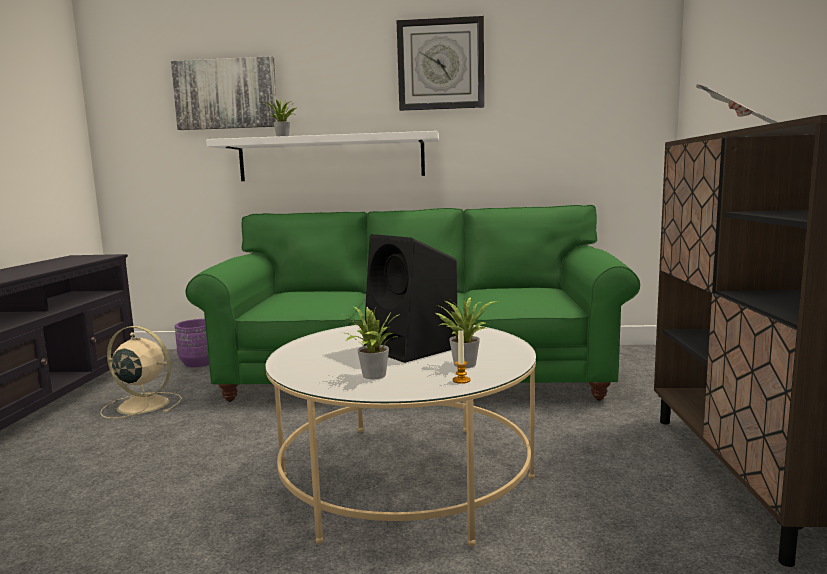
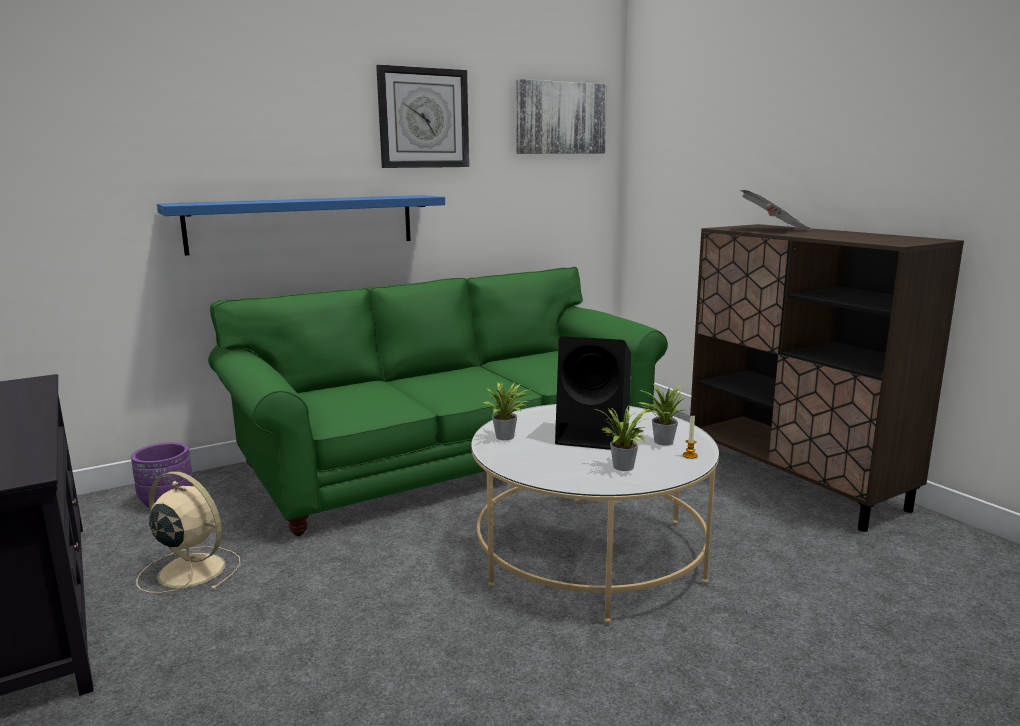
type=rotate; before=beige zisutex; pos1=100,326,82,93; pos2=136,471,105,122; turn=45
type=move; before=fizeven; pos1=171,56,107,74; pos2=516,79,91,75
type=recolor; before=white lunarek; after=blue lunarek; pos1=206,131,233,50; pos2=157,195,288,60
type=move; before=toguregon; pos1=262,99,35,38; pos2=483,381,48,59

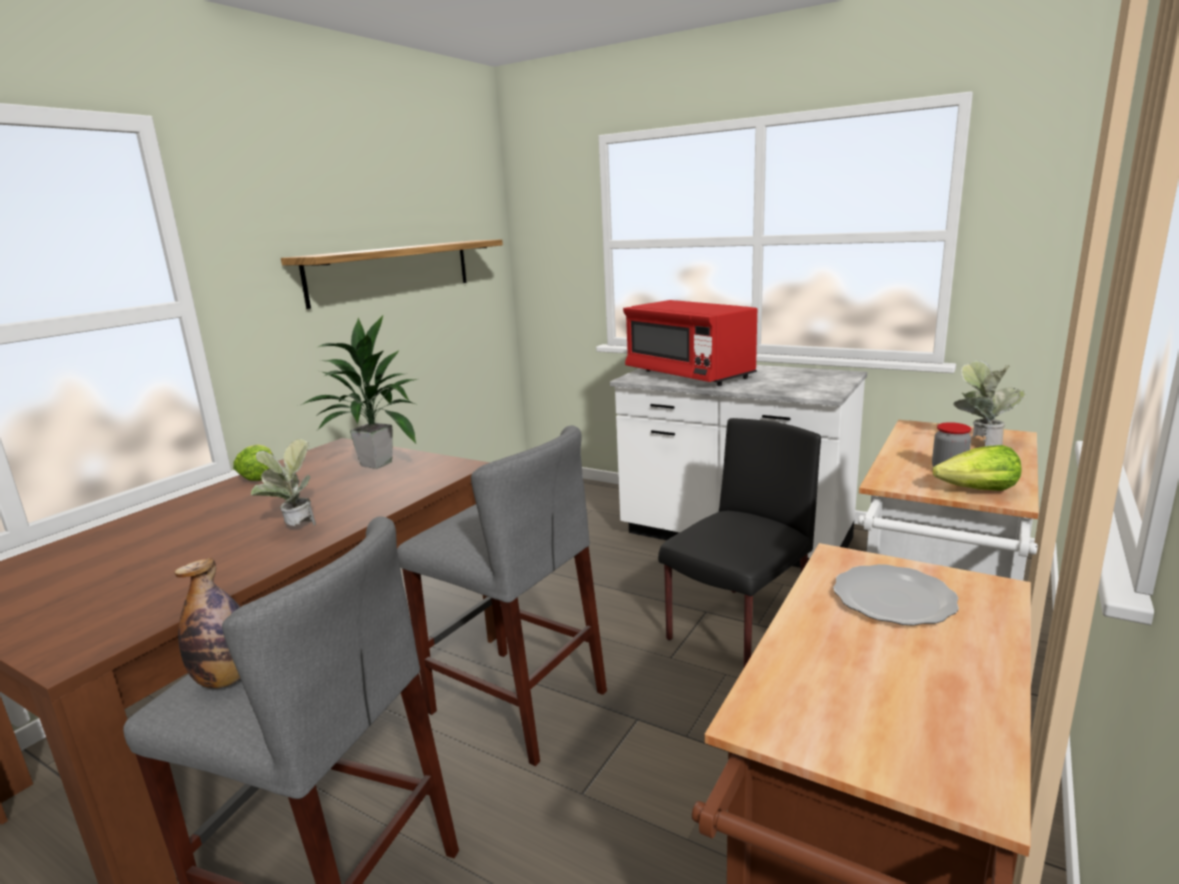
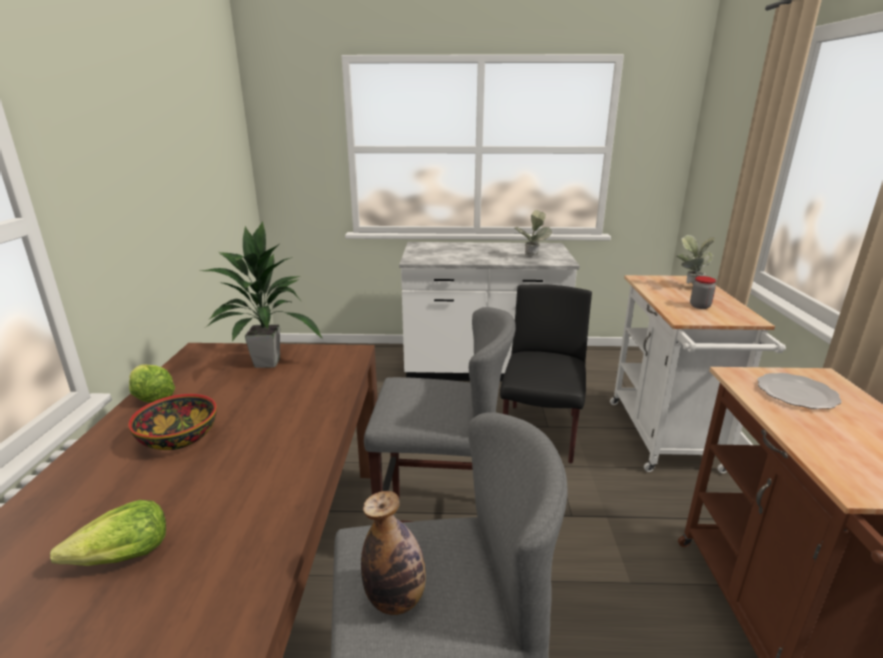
type=move; before=toguregon; pos1=251,439,65,87; pos2=515,210,37,46
type=delete; before=lunarek; pos1=281,239,222,70
type=delete; before=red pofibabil; pos1=623,300,134,86
type=move; before=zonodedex; pos1=932,445,89,46; pos2=50,500,116,66
type=insert; after=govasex; pos2=128,394,89,56

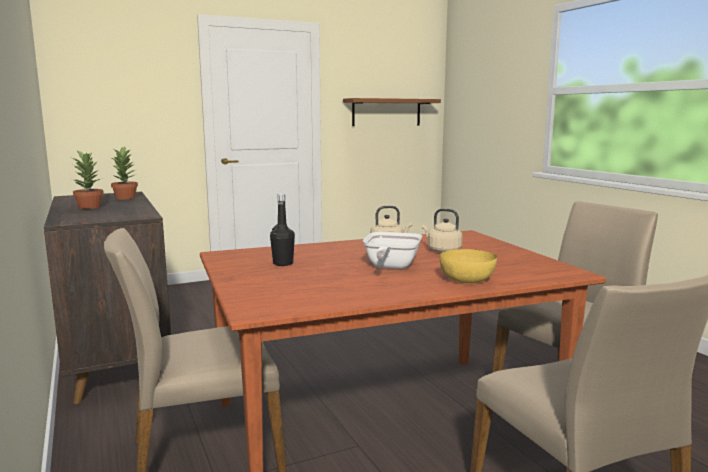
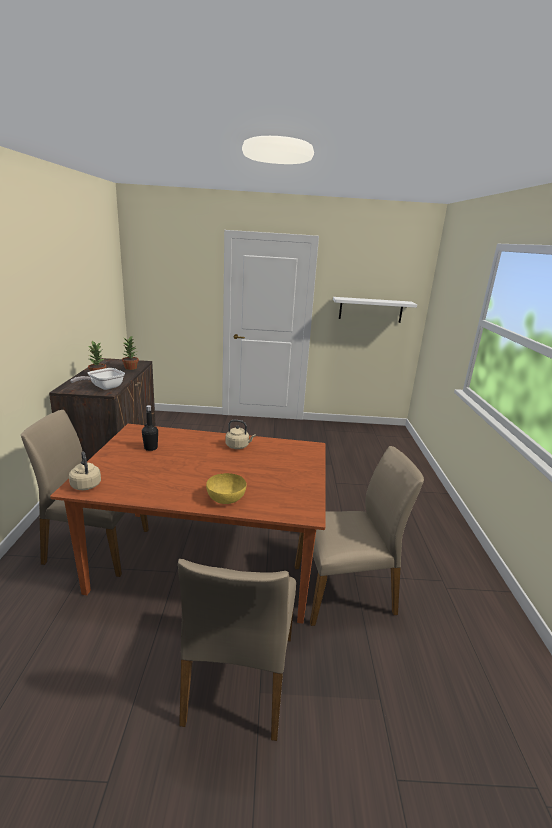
type=recolor; before=brown lunarek; after=white lunarek; pos1=343,98,98,28; pos2=333,297,84,26
type=move; before=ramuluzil; pos1=363,232,59,37; pos2=71,368,54,22
type=move; before=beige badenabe; pos1=422,209,41,44; pos2=69,451,32,39

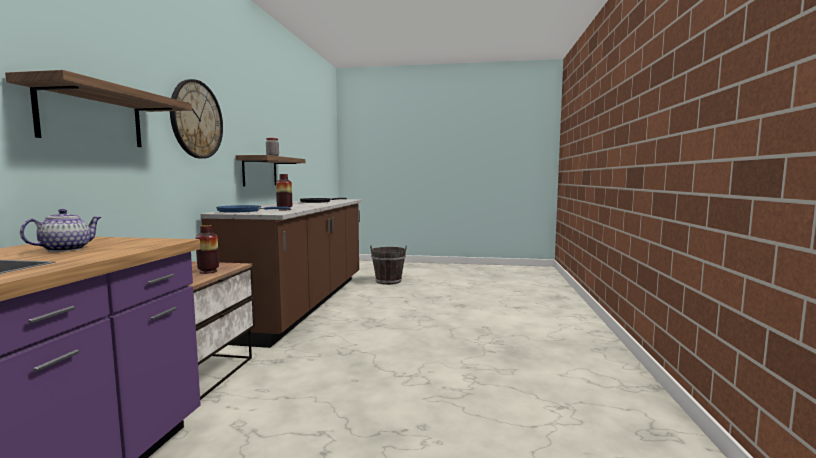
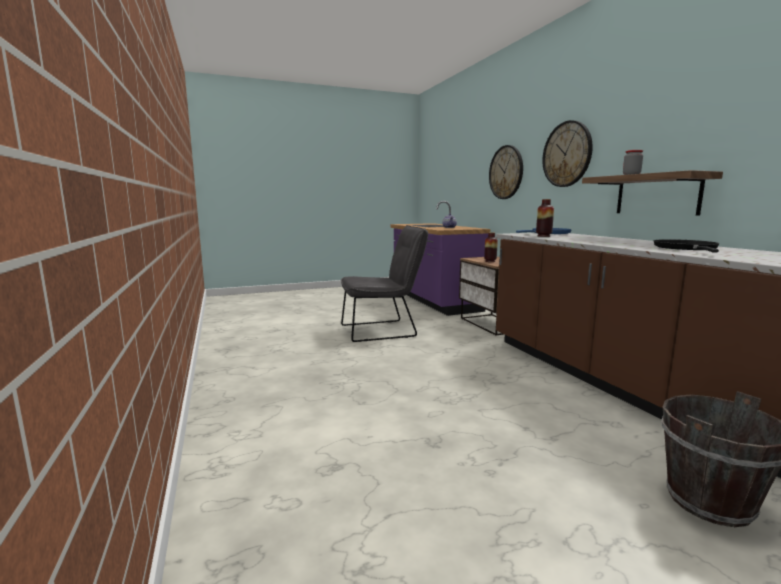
type=replace; before=lunarek; after=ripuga; pos1=5,70,187,77; pos2=489,145,34,54
type=insert; after=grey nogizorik; pos2=341,225,87,117

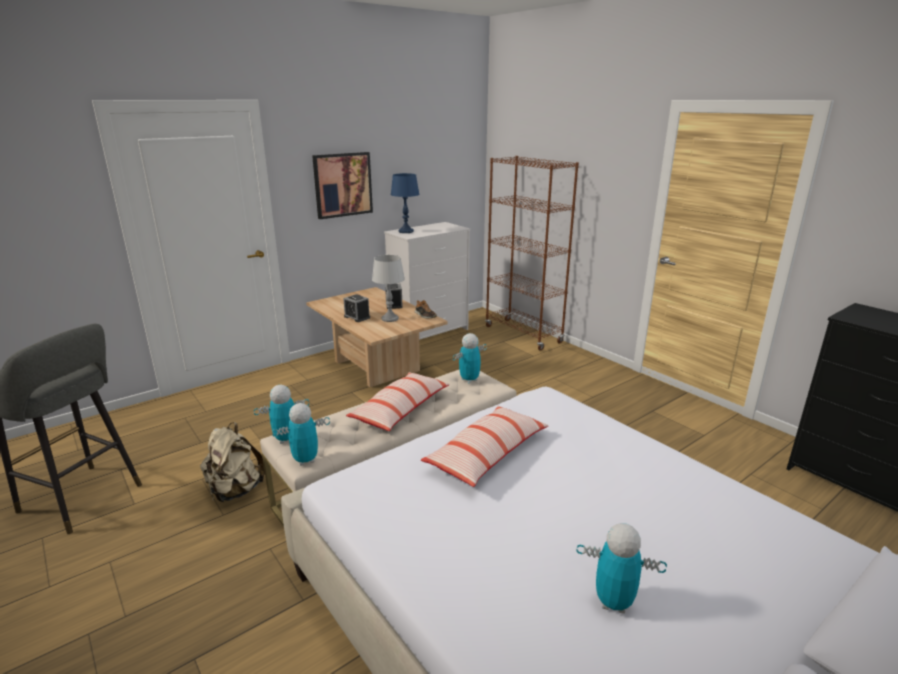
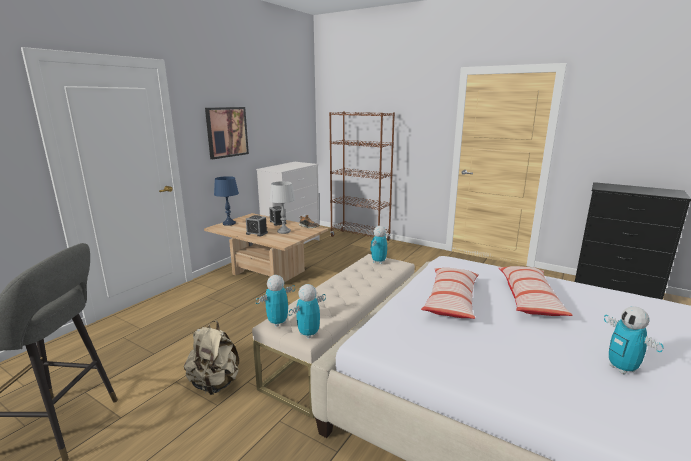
type=move; before=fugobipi; pos1=346,372,104,59; pos2=498,266,75,50
type=move; before=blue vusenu; pos1=391,173,29,60; pos2=214,176,25,50
type=rotate; before=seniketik; pos1=577,523,90,91; pos2=604,306,60,69; turn=-105

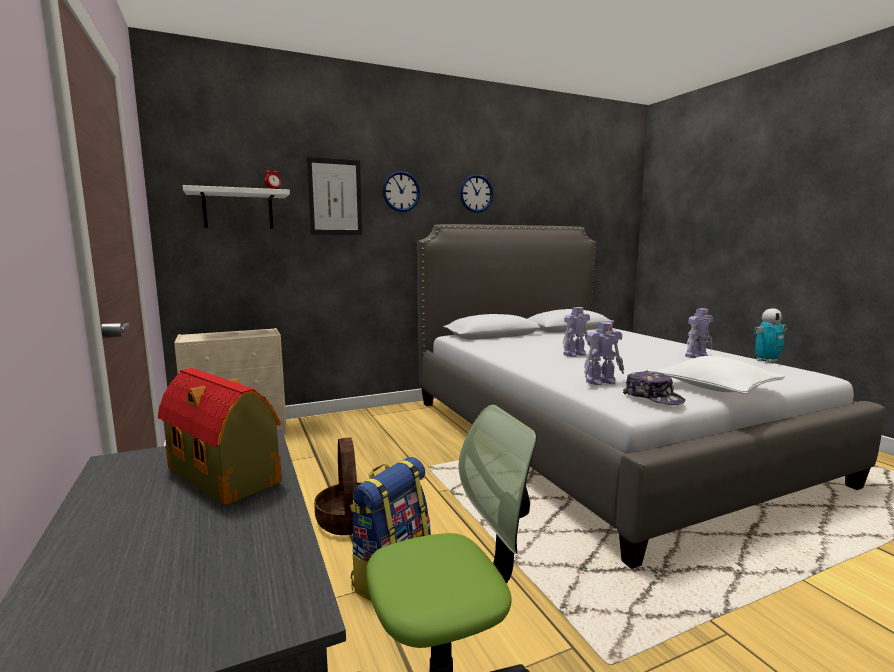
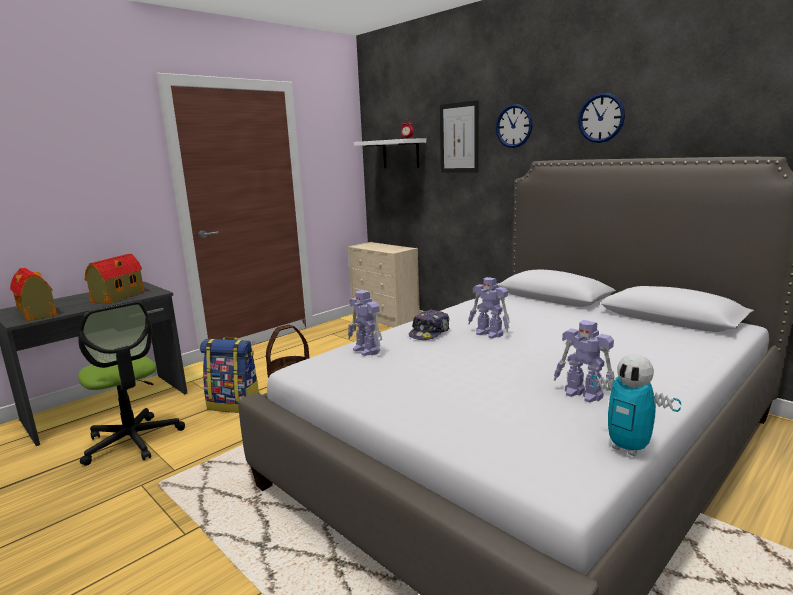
type=move; before=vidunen; pos1=623,371,62,34; pos2=409,309,40,31
type=delete; before=white fugobipi; pos1=654,356,131,38
type=insert; after=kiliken; pos2=10,268,47,53

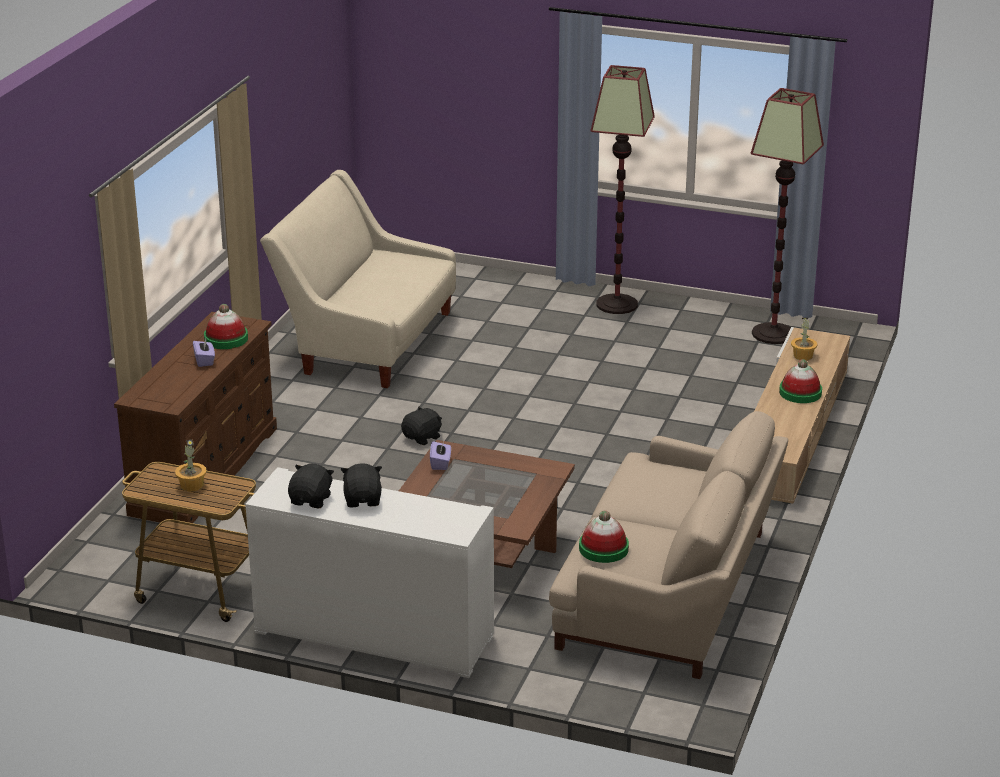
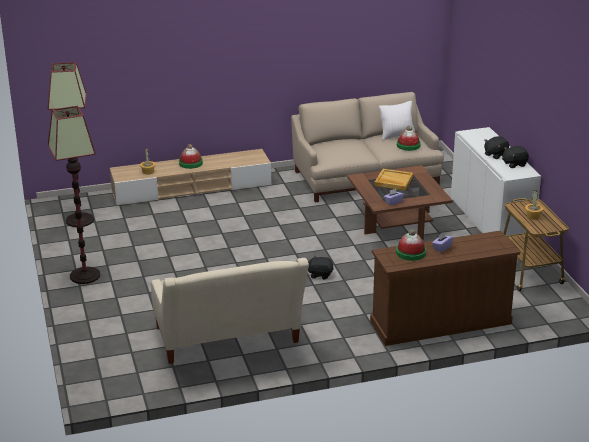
type=insert; after=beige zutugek; pos2=374,169,39,21
type=insert; after=white fugobipi; pos2=379,101,36,39

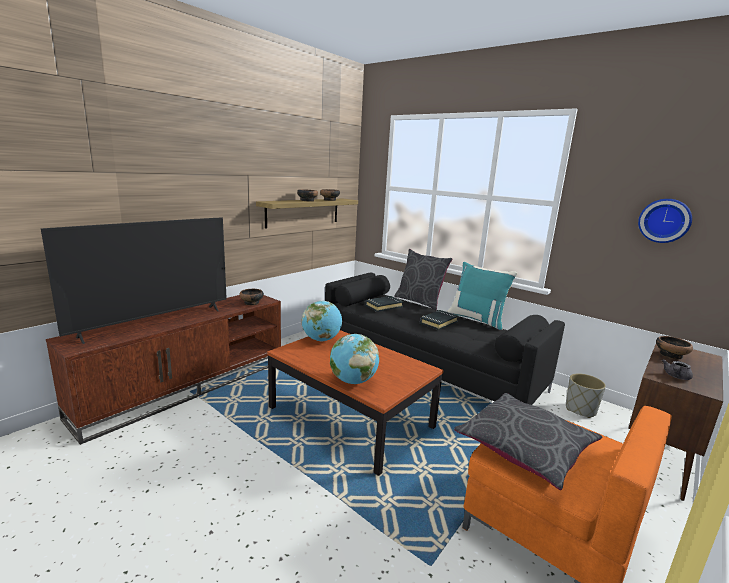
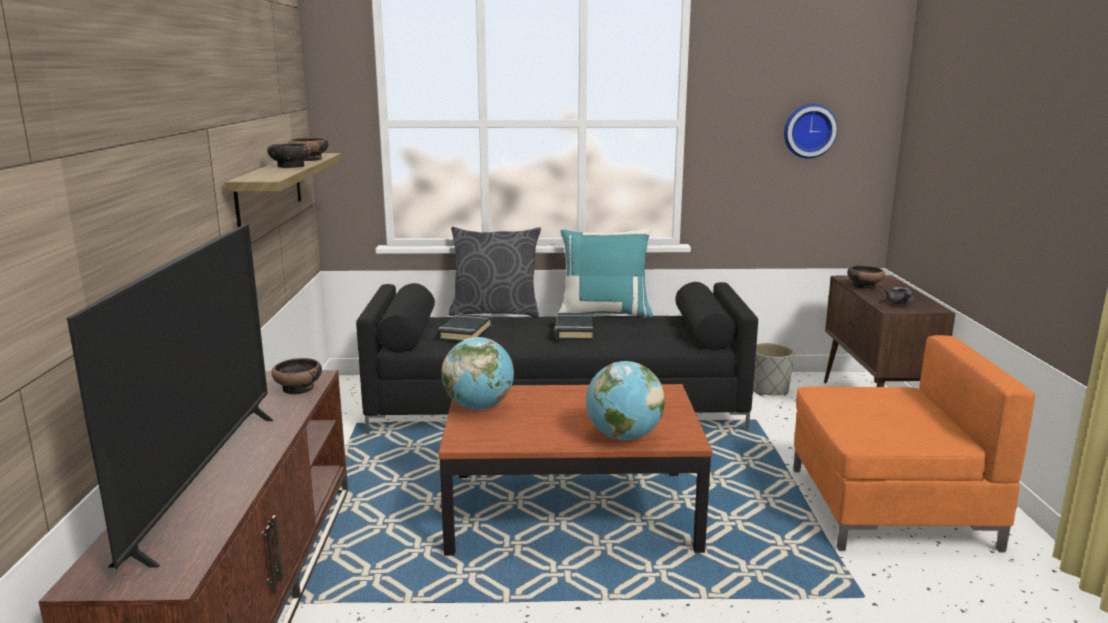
type=delete; before=grey fugobipi; pos1=454,393,148,97

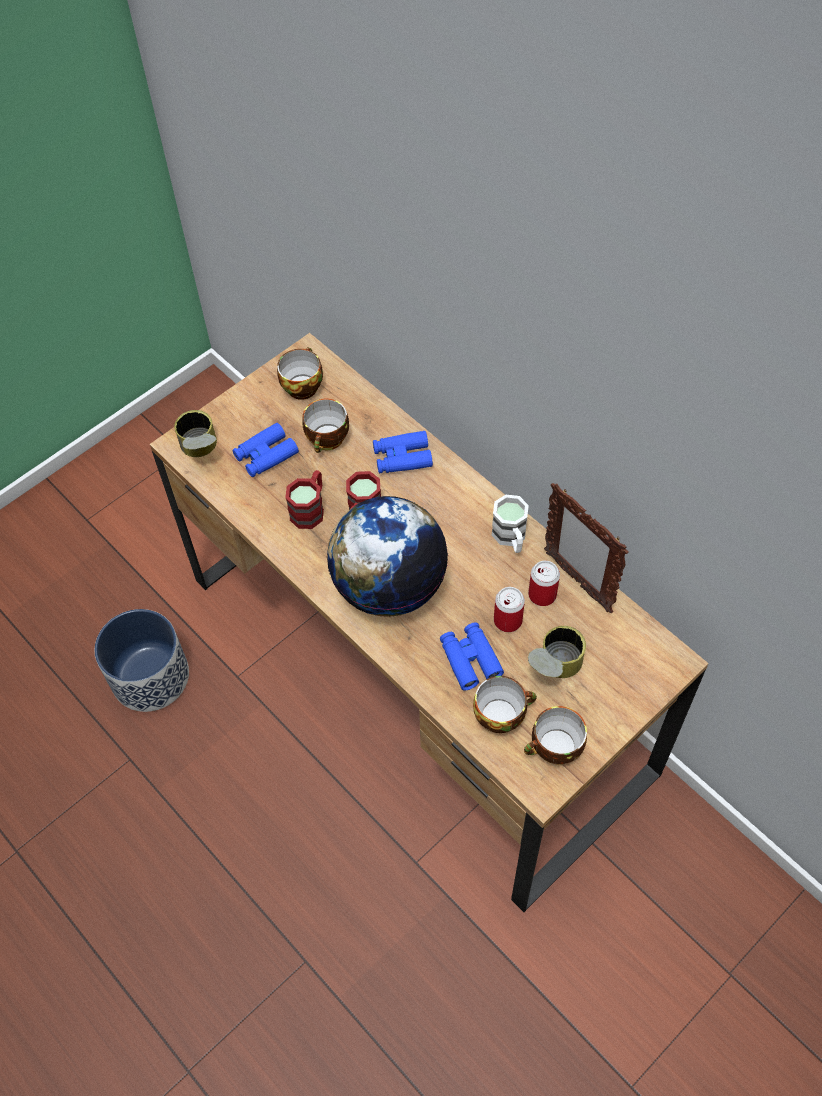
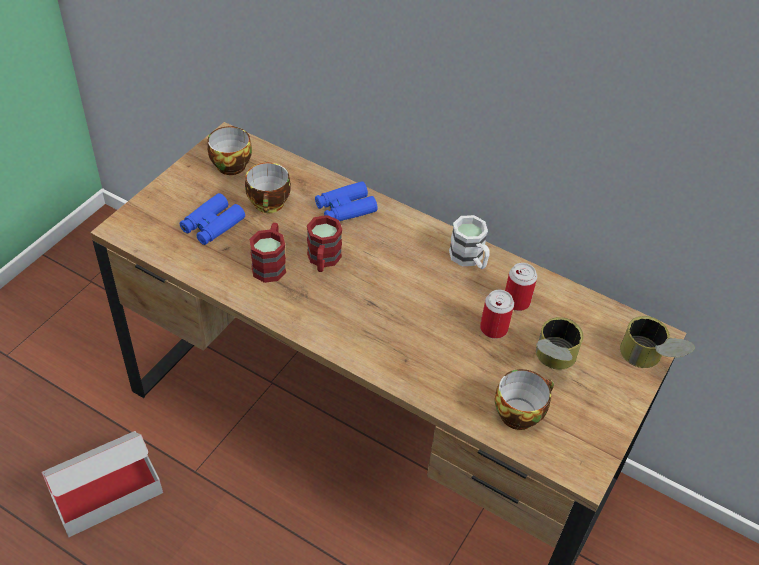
type=replace; before=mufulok; after=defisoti; pos1=94,609,95,103; pos2=41,431,122,106
type=move; before=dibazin; pos1=174,410,43,47; pos2=620,316,75,52
type=delete; before=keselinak; pos1=327,496,121,121
type=delete; before=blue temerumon; pos1=440,622,64,68
type=delete; before=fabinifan; pos1=524,706,63,58
type=delete; before=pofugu; pos1=544,483,85,130

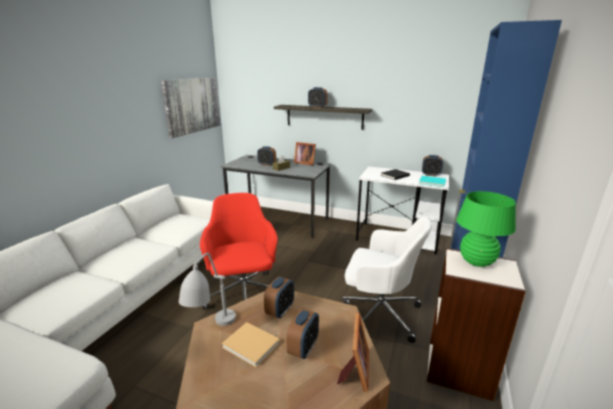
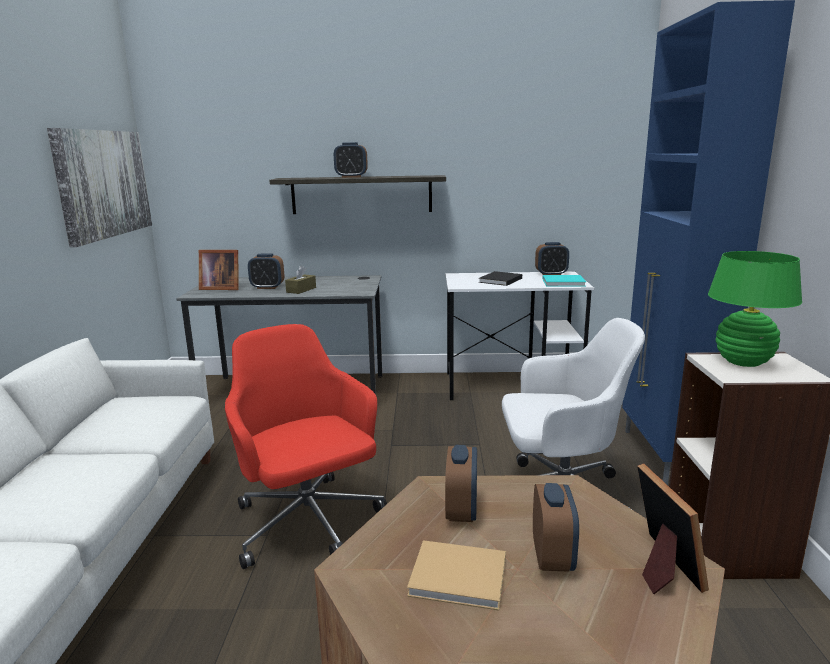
type=delete; before=grey vusenu; pos1=179,253,57,73
type=move; before=pofugu; pos1=294,142,22,23; pos2=199,250,39,40

